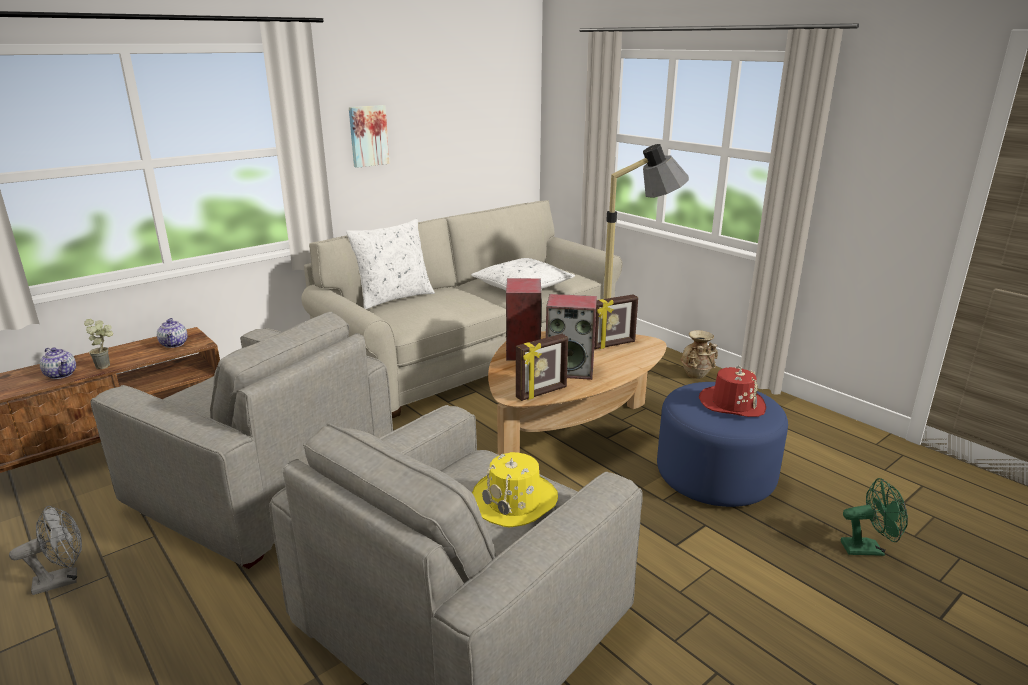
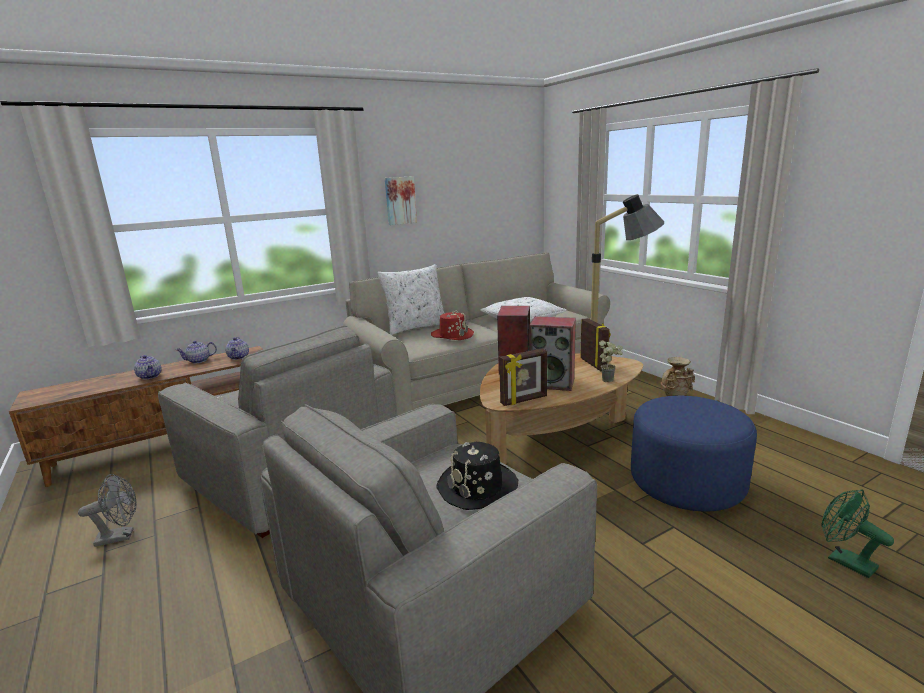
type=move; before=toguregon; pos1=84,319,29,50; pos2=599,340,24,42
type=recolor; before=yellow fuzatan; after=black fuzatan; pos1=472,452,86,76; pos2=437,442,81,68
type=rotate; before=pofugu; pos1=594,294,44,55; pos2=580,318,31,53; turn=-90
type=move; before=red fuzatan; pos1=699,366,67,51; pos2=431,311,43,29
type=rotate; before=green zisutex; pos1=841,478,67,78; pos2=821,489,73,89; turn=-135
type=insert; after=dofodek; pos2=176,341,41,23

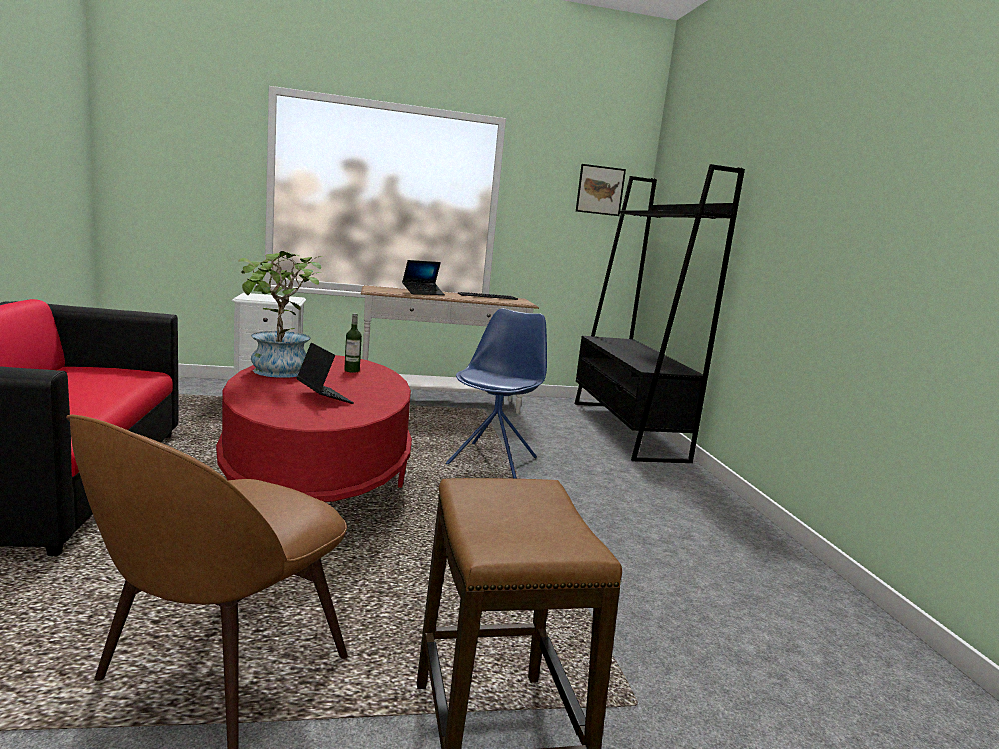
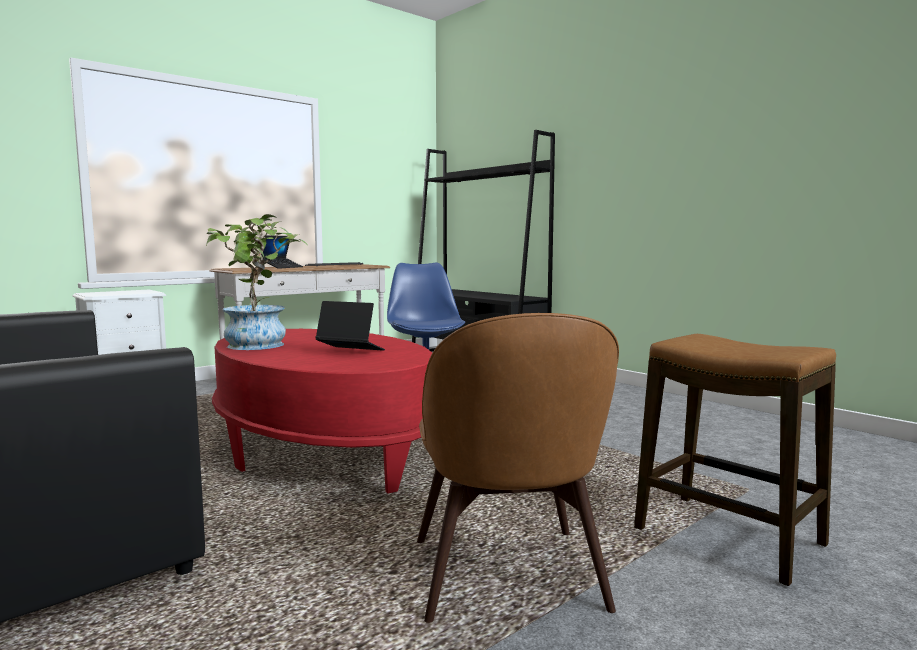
type=delete; before=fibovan; pos1=344,313,18,60
type=delete; before=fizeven; pos1=576,164,50,52

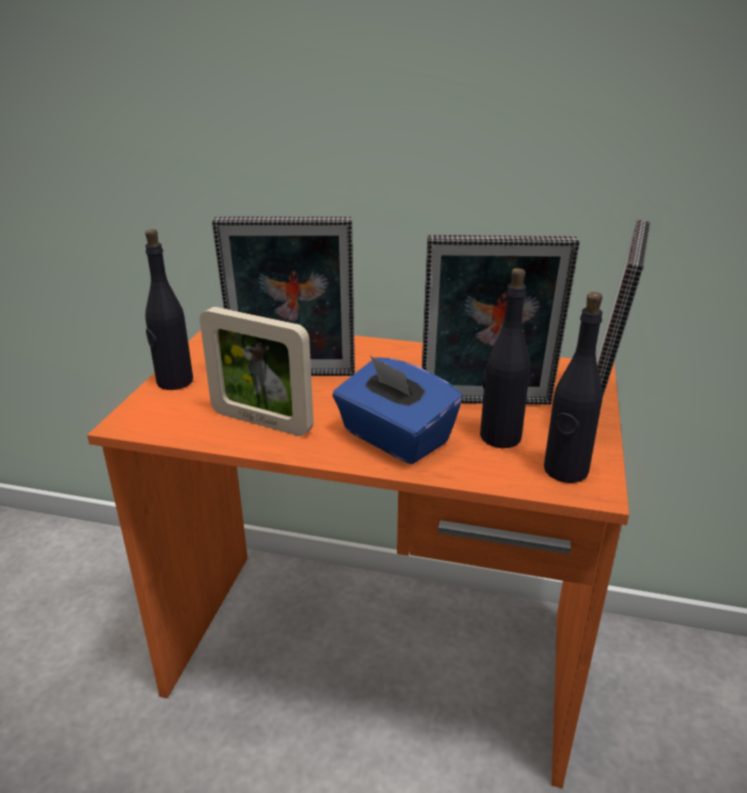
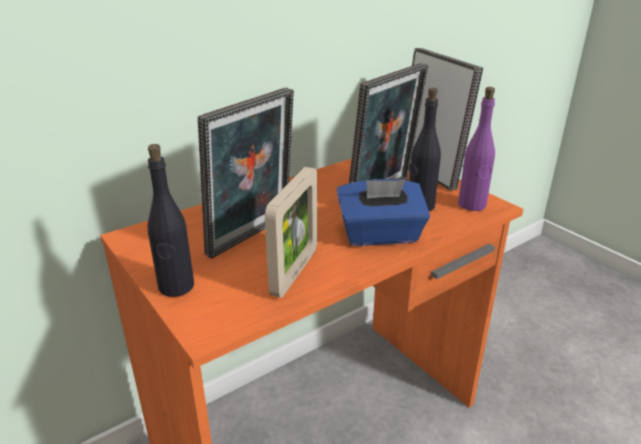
type=rotate; before=pofugu; pos1=200,307,114,129; pos2=265,167,52,131; turn=-45
type=recolor; before=black fibovan; after=purple fibovan; pos1=544,292,59,191; pos2=458,87,37,124

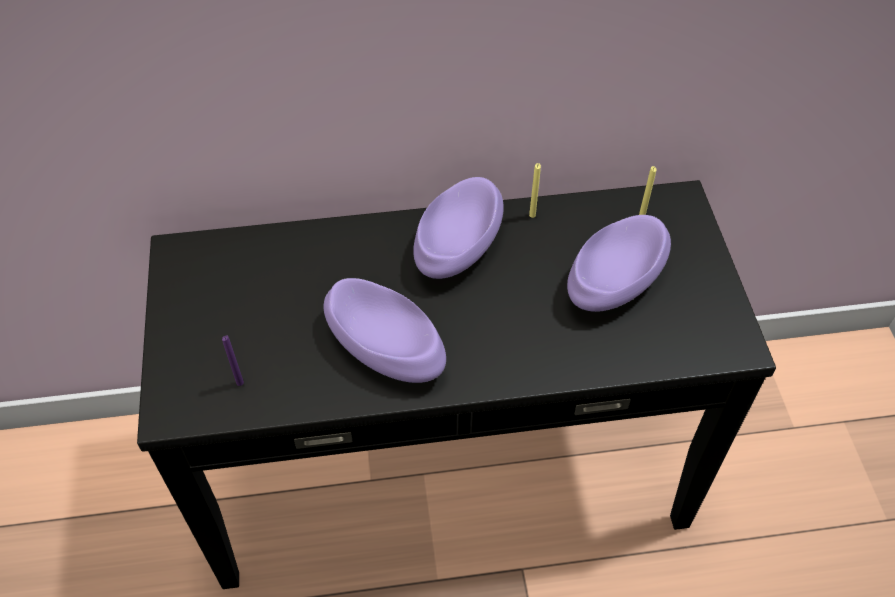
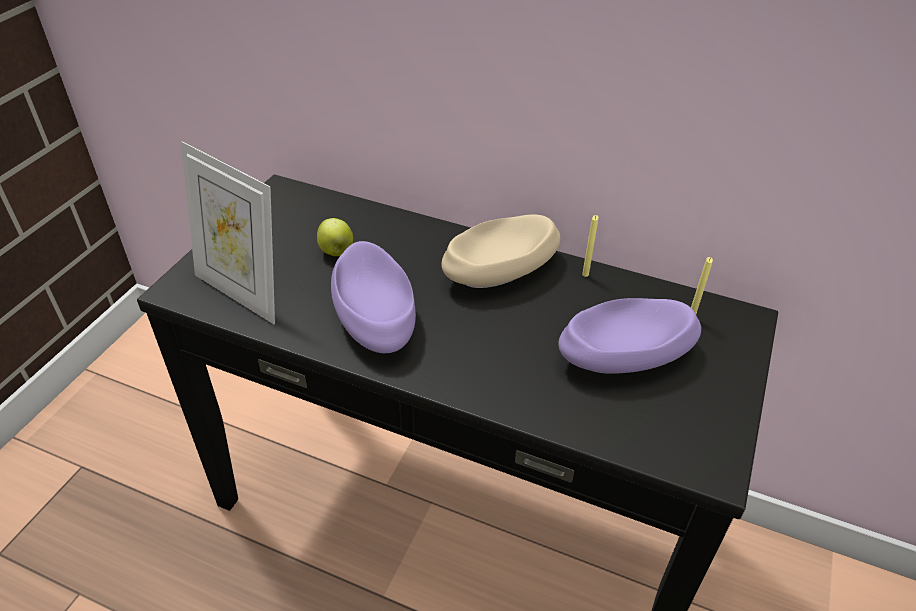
type=replace; before=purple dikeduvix; after=pofugu; pos1=222,335,22,51; pos2=181,141,94,183
type=recolor; before=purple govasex; after=beige govasex; pos1=413,177,91,102; pos2=441,214,120,74
type=insert; after=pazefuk; pos2=317,218,36,38

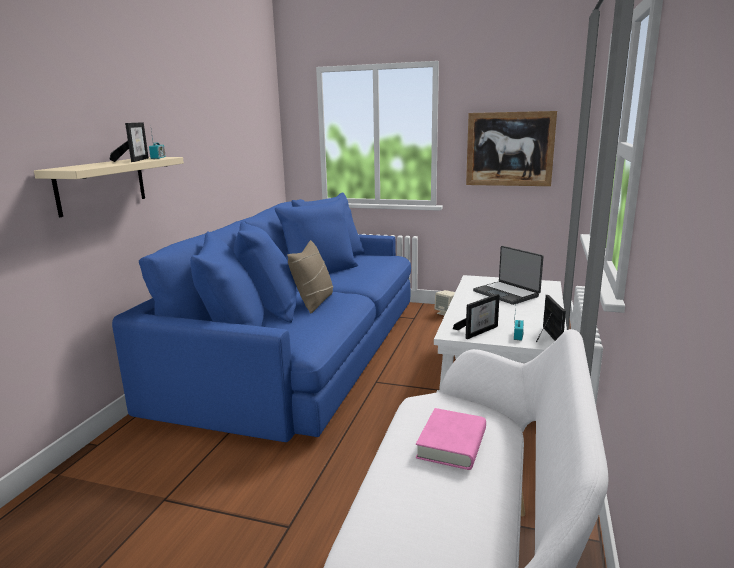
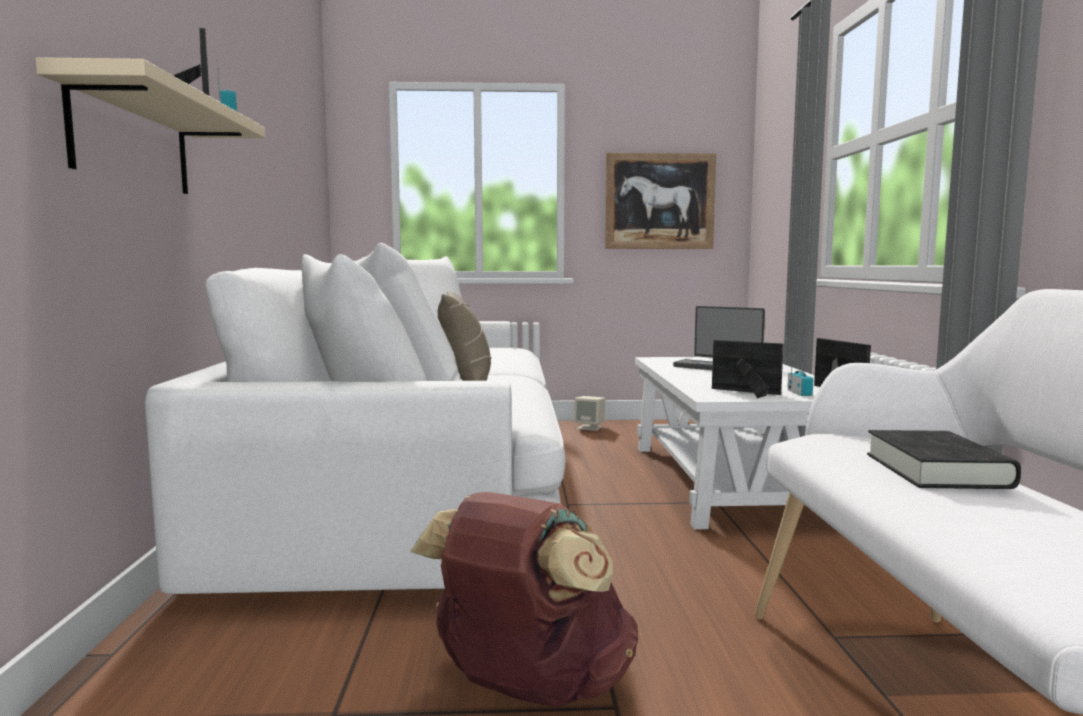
type=recolor; before=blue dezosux; after=white dezosux; pos1=112,193,299,249; pos2=145,243,420,351
type=recolor; before=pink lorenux; after=black lorenux; pos1=416,408,70,62; pos2=867,430,154,59
type=rotate; before=pofugu; pos1=453,294,47,45; pos2=712,340,71,58; turn=-90
type=insert; after=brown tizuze; pos2=410,492,228,215

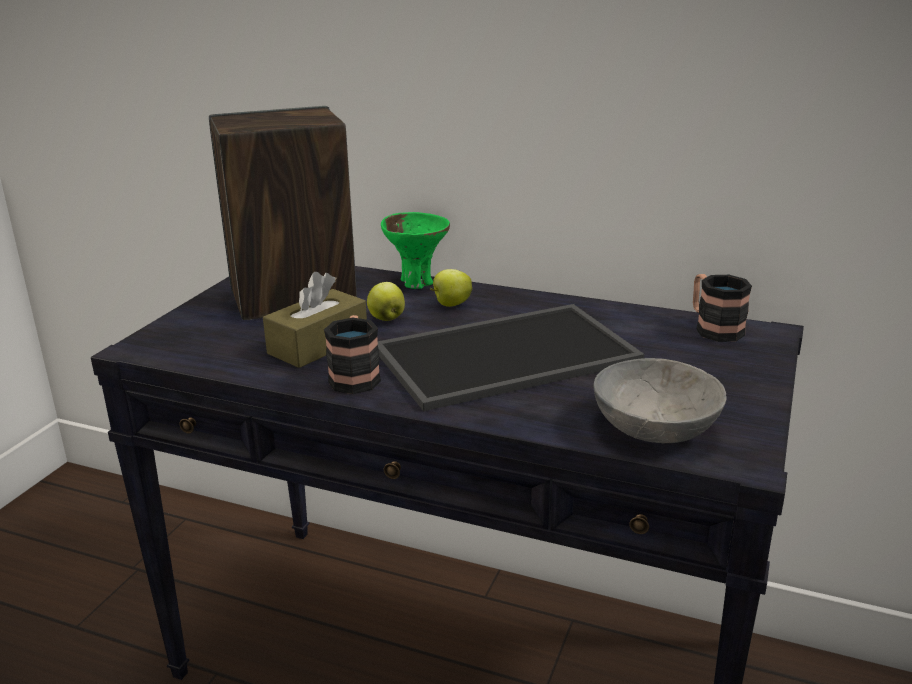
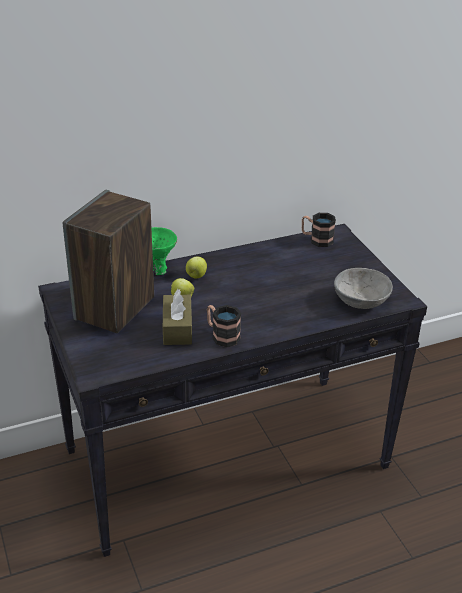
type=delete; before=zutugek; pos1=378,304,267,107

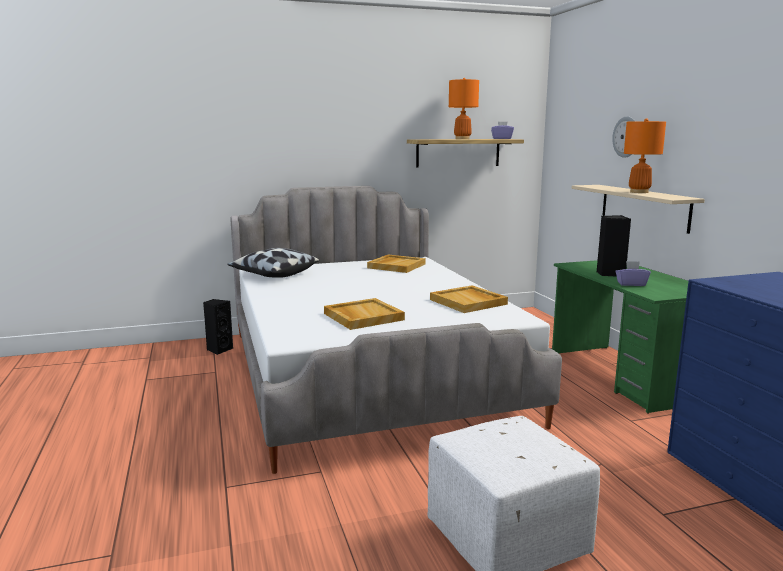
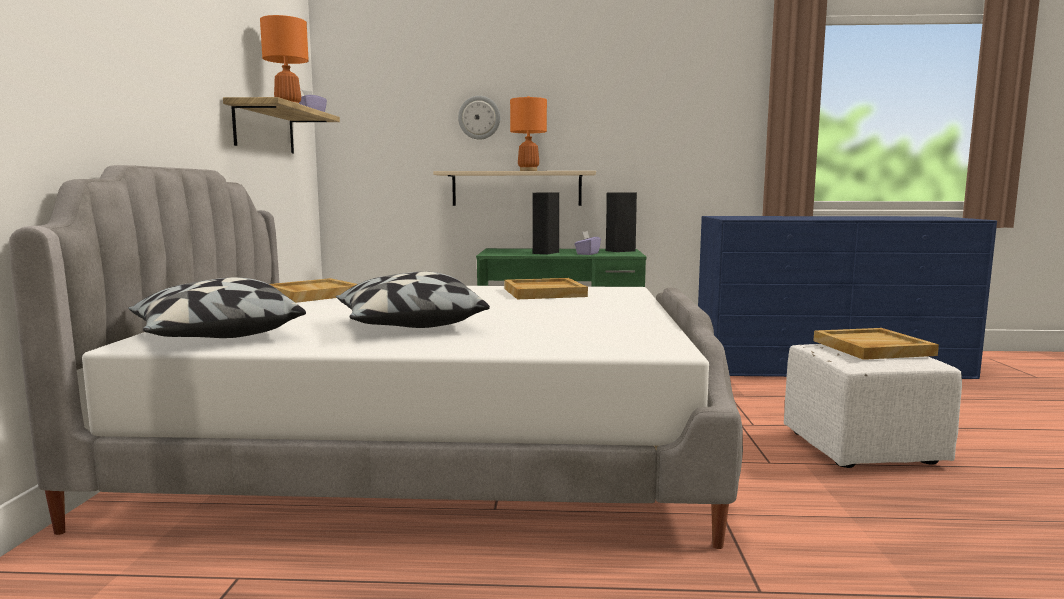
type=move; before=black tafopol; pos1=203,299,30,56; pos2=606,192,31,60
type=move; before=beige zutugek; pos1=324,298,81,32; pos2=814,328,125,32
type=insert; after=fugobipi; pos2=336,271,154,57

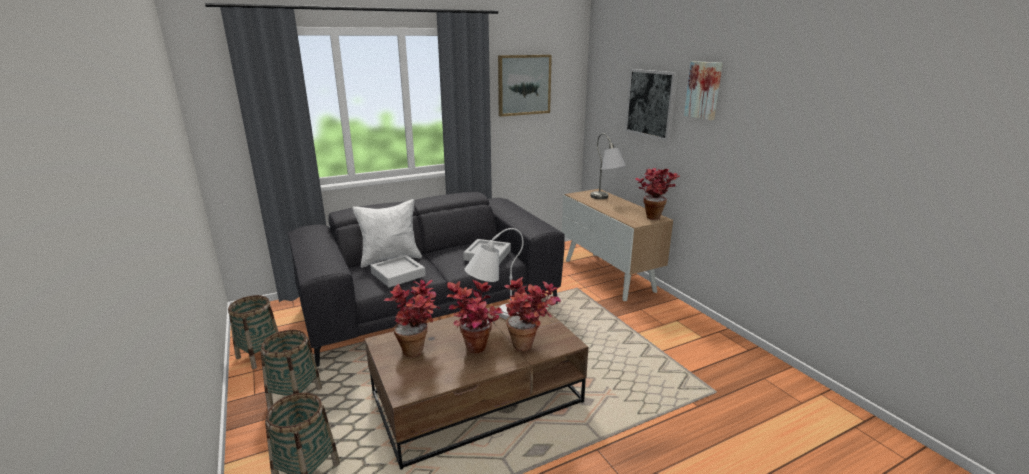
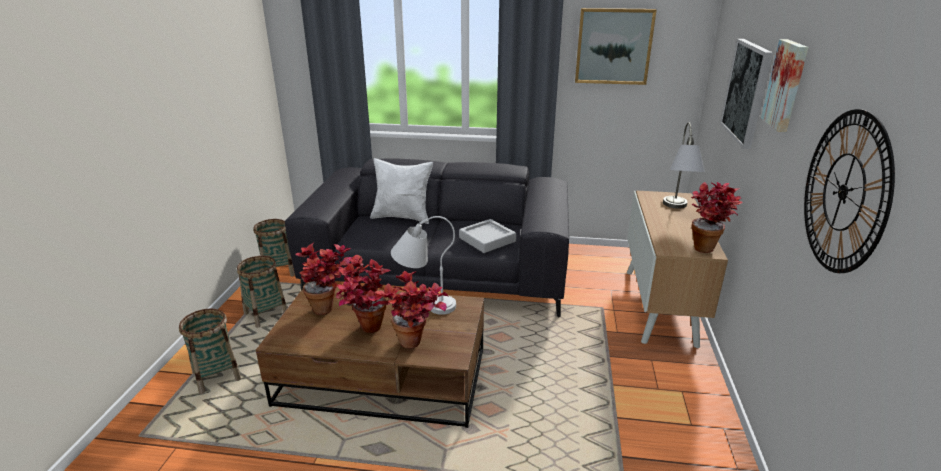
type=delete; before=grey zutugek; pos1=370,255,56,33
type=insert; after=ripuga; pos2=804,109,91,164

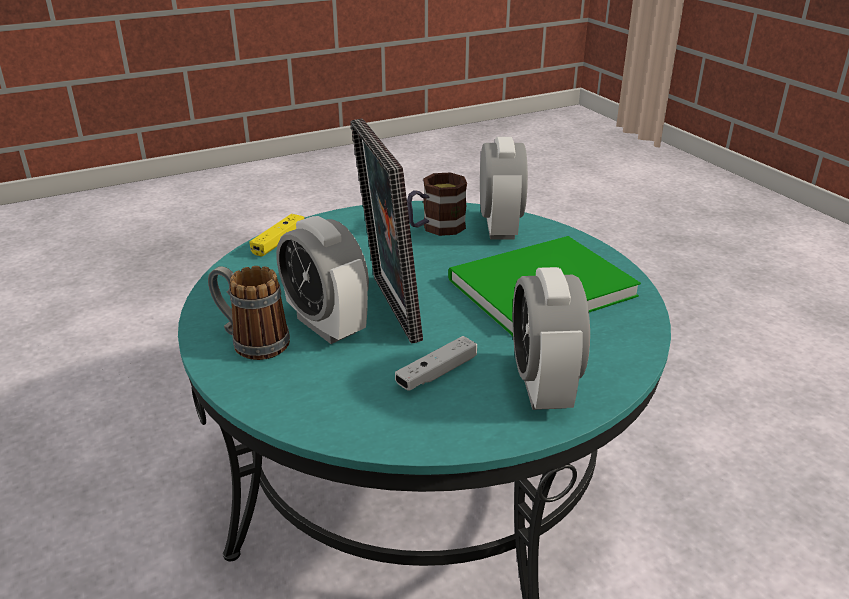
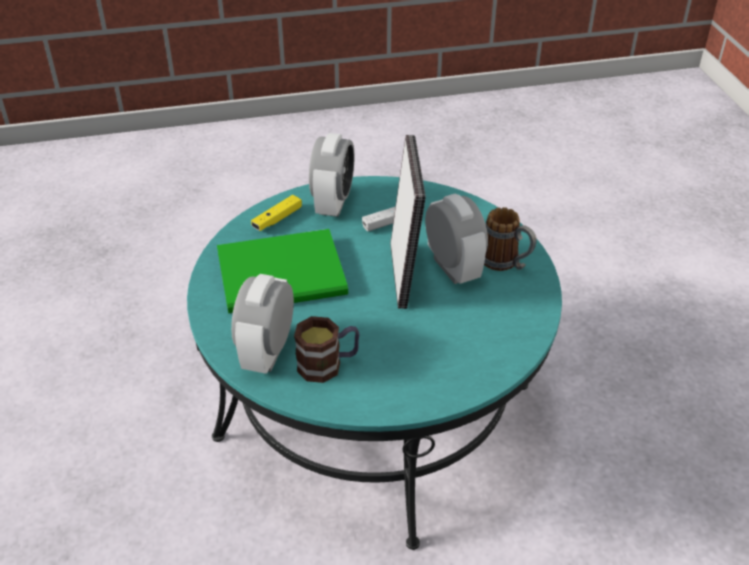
type=move; before=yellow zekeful; pos1=249,214,56,43; pos2=251,195,51,36

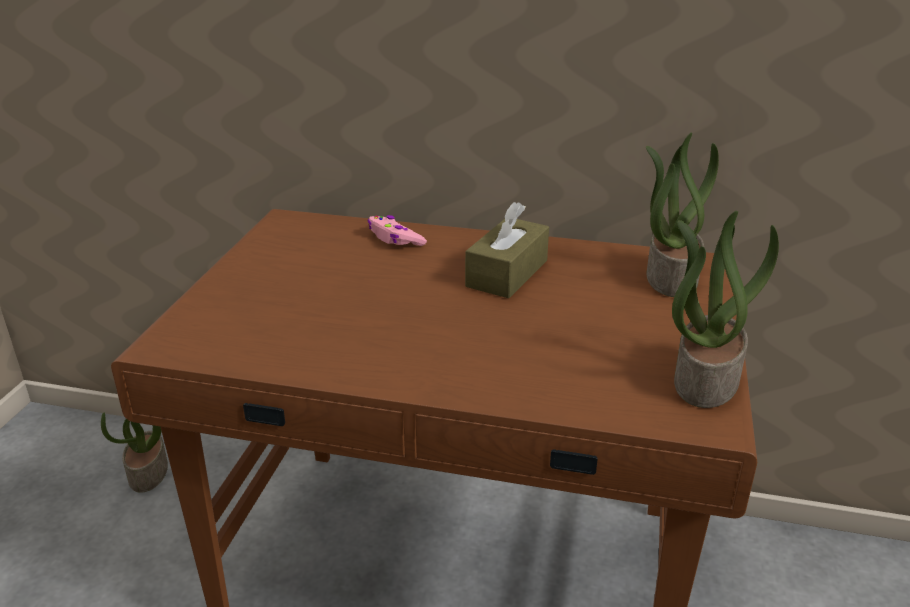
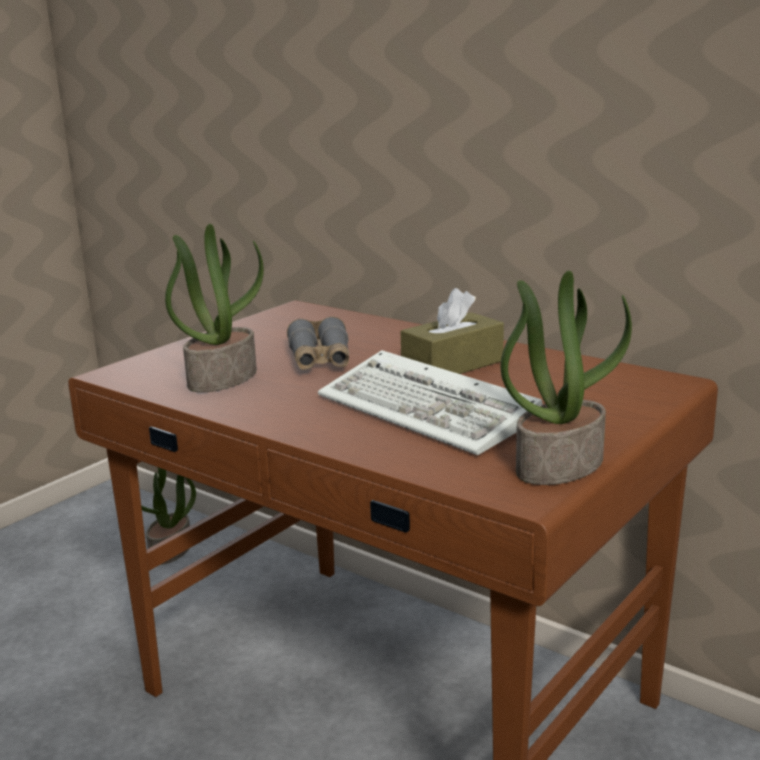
type=delete; before=pink zekeful; pos1=368,215,59,31
type=move; before=toguregon; pos1=646,132,73,165; pos2=165,224,99,168
type=insert; after=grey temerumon; pos2=287,316,62,54
type=insert; after=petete; pos2=318,350,225,105

